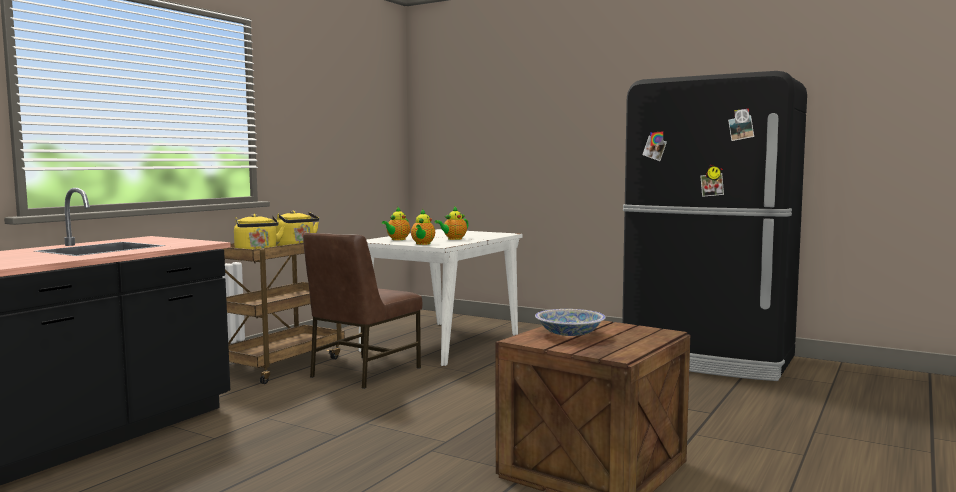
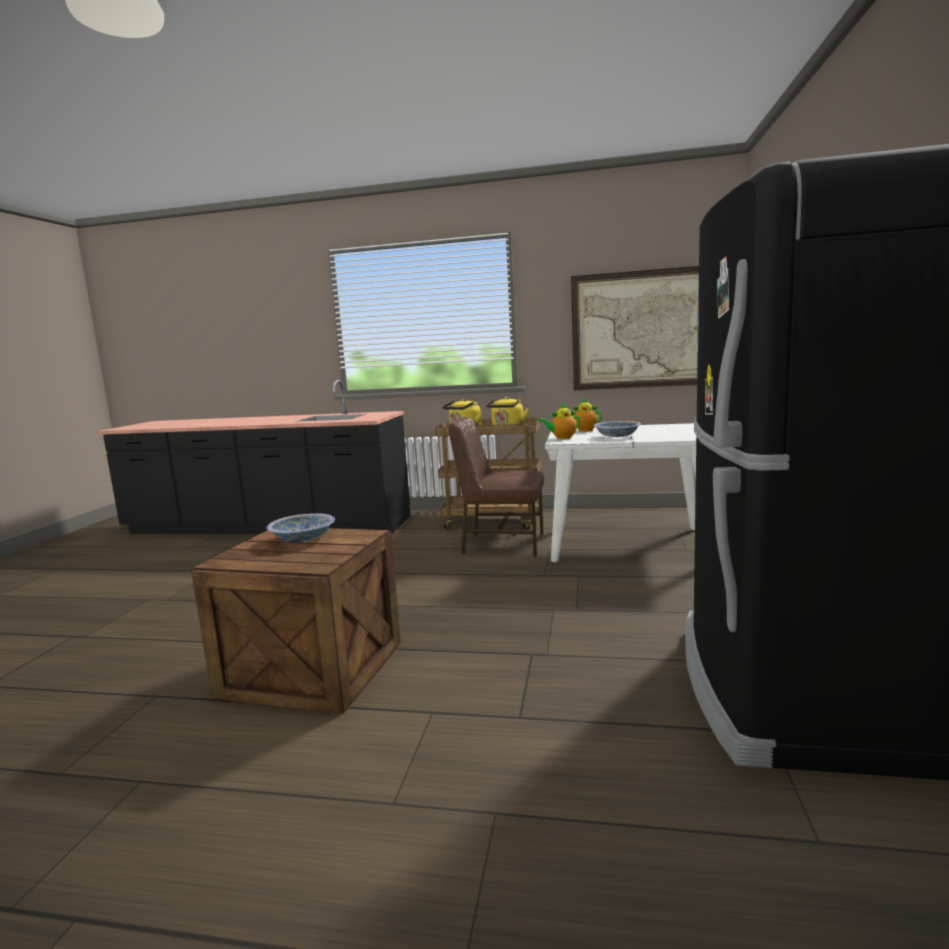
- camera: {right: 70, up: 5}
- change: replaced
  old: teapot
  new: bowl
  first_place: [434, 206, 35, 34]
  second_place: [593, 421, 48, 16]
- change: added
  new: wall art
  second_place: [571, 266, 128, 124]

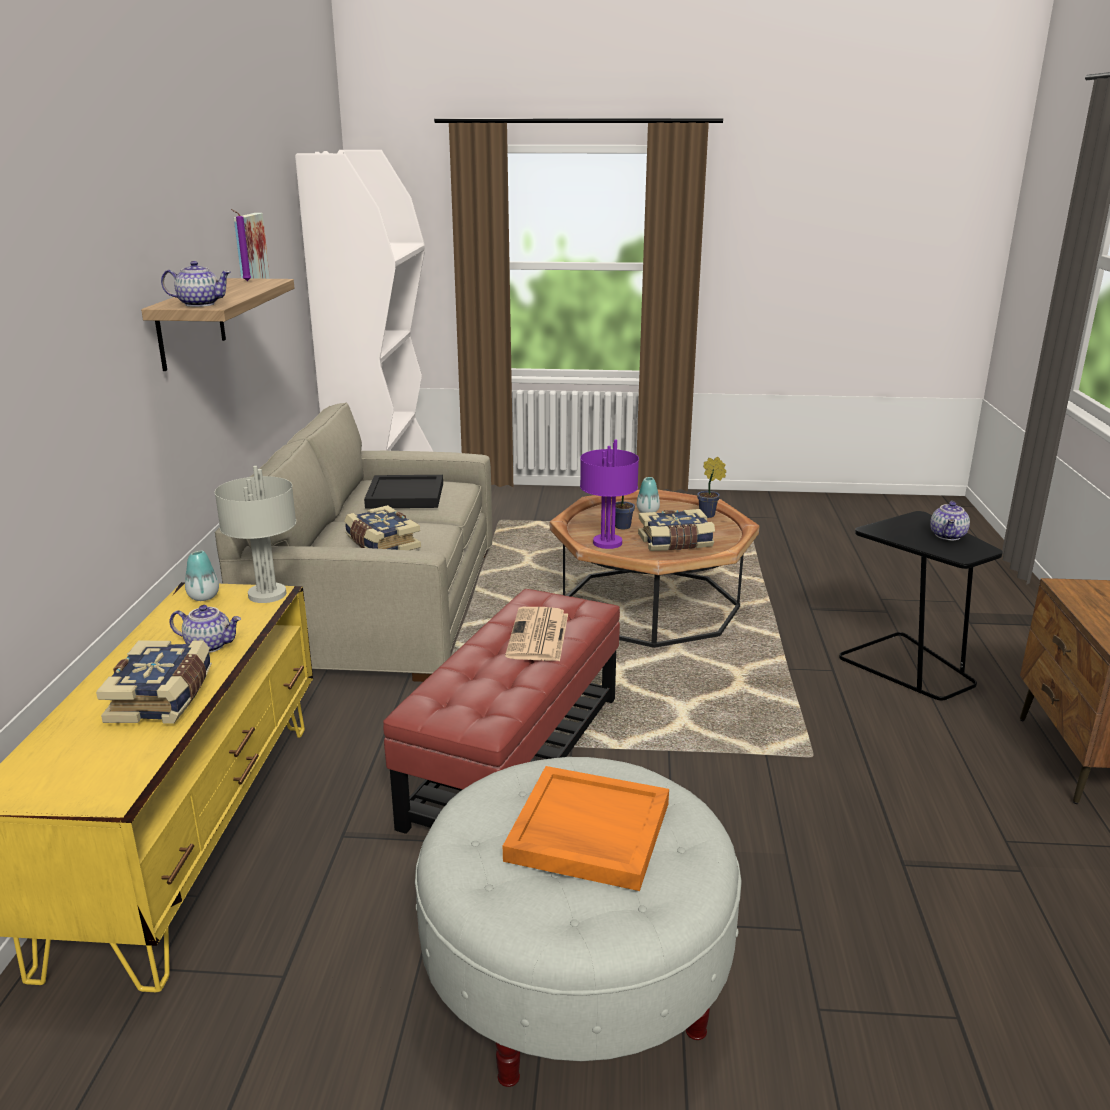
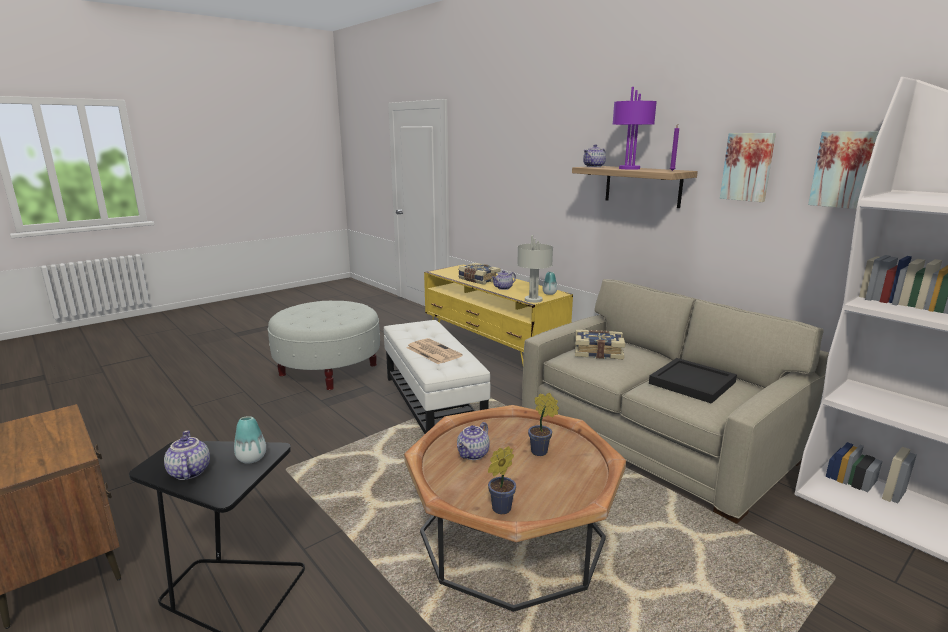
- camera: {right: 135, up: -5}
- change: recoloured
  old: ottoman/red-coloured
  new: ottoman/white
  first_place: [383, 589, 237, 245]
  second_place: [384, 320, 107, 114]
- change: removed
  old: tray/orange-coloured
  first_place: [503, 766, 166, 125]
- change: moved
  old: tabletop lamp/purple
  first_place: [580, 439, 59, 110]
  second_place: [612, 87, 45, 83]
- change: moved
  old: flower vase
  first_place: [637, 477, 23, 36]
  second_place: [234, 416, 32, 48]
- change: replaced
  old: volume
  new: teapot
  first_place: [638, 509, 77, 42]
  second_place: [457, 422, 33, 38]
- change: added
  new: wall art
  second_place: [808, 131, 71, 78]

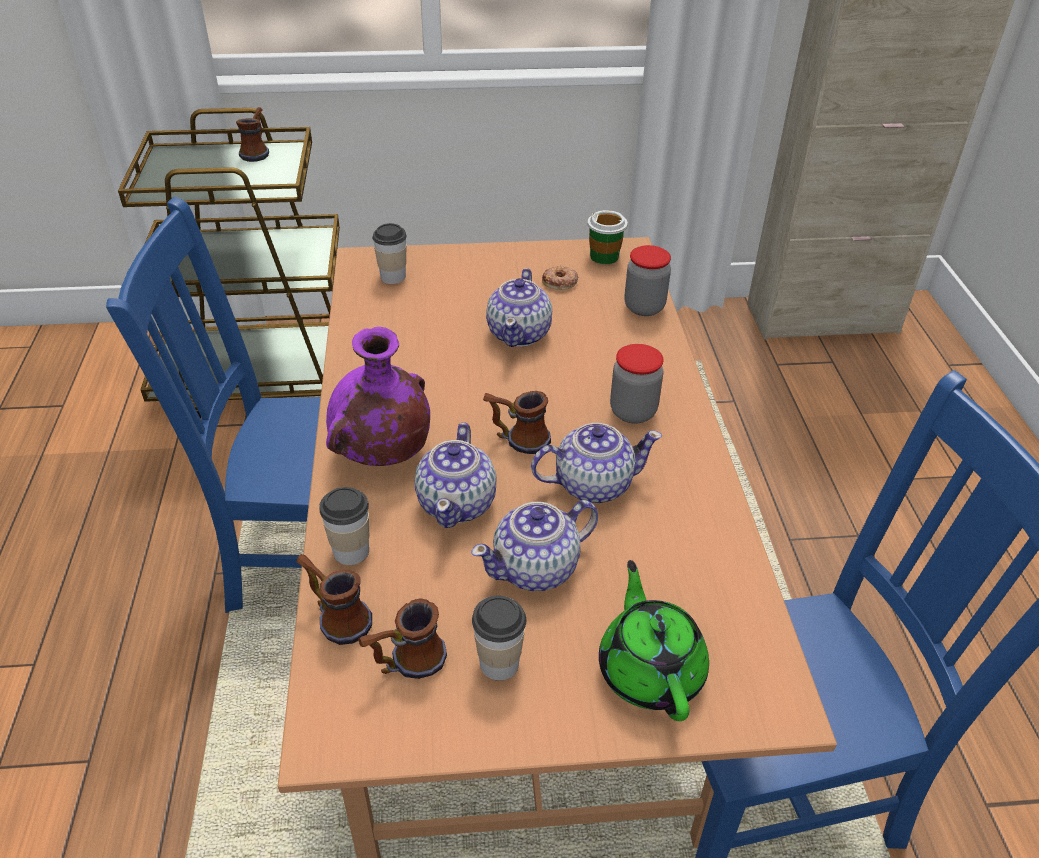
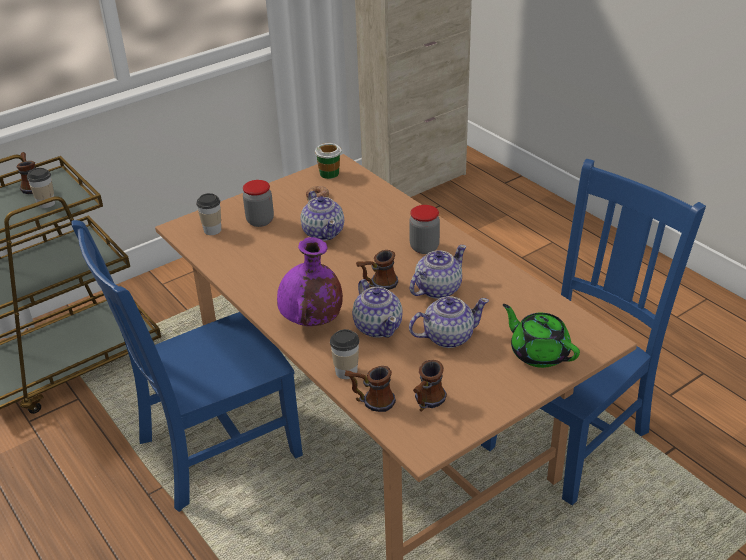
- camera: {right: -30, up: -5}
- change: turned
  old: teapot
  first_place: [471, 500, 127, 91]
  second_place: [409, 296, 80, 52]
  degrees: -135
- change: moved
  old: drinking cup
  first_place: [472, 596, 54, 85]
  second_place: [27, 168, 28, 40]
- change: moved
  old: preserve jar
  first_place: [624, 245, 47, 71]
  second_place: [243, 180, 31, 47]

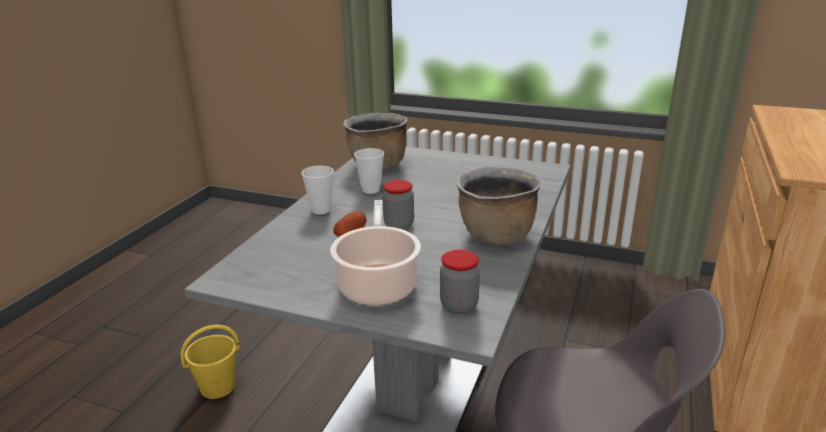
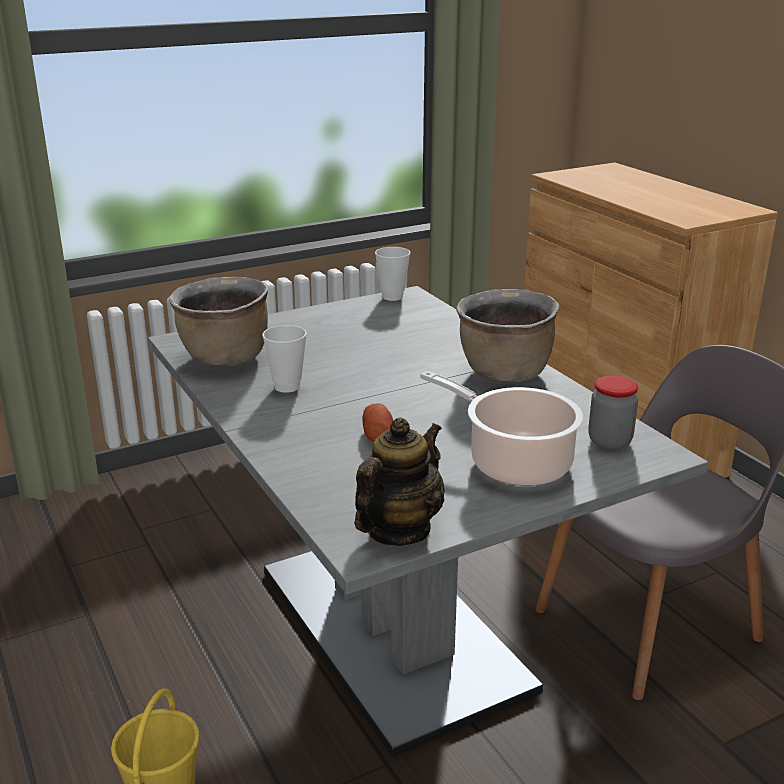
- camera: {right: -50, up: 0}
- change: moved
  old: drinking cup
  first_place: [301, 166, 33, 48]
  second_place: [375, 247, 36, 54]
- change: removed
  old: preserve jar
  first_place: [382, 180, 32, 50]
- change: added
  new: teapot
  second_place: [354, 417, 91, 129]

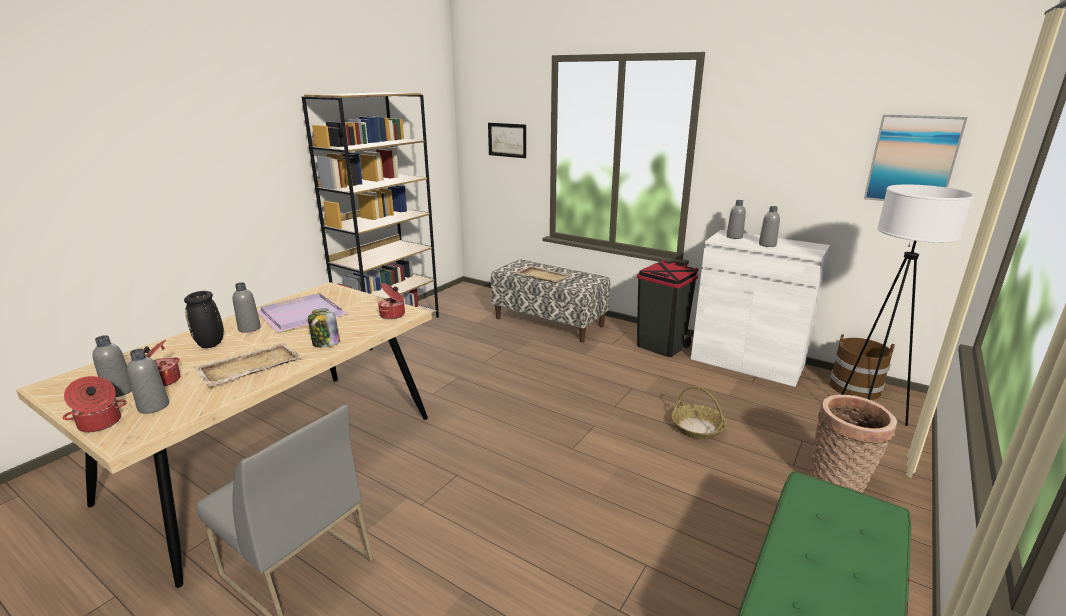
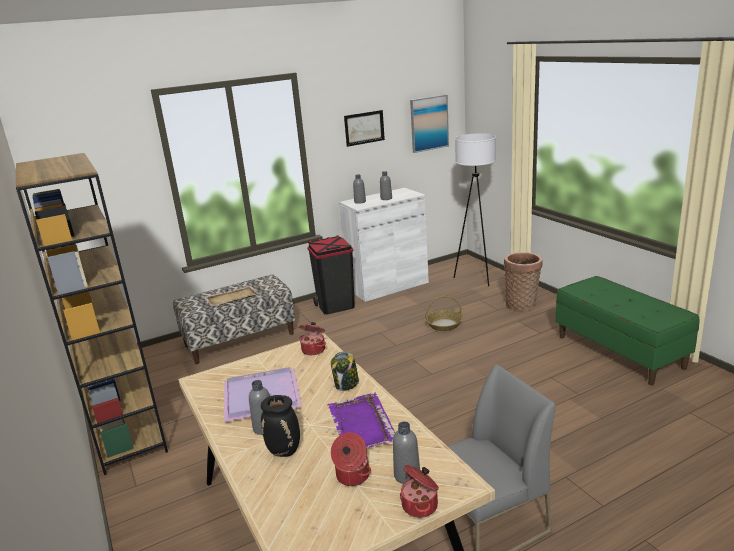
- camera: {right: -60, up: 0}
- change: removed
  old: bottle/gray
  first_place: [93, 335, 39, 62]
- change: recoloured
  old: tray/sand-coloured
  new: tray/purple
  first_place: [194, 342, 107, 45]
  second_place: [328, 393, 68, 55]
- change: moved
  old: wall art
  first_place: [488, 123, 38, 35]
  second_place: [344, 110, 41, 37]
- change: removed
  old: water bucket/brown-coloured
  first_place: [830, 334, 65, 66]

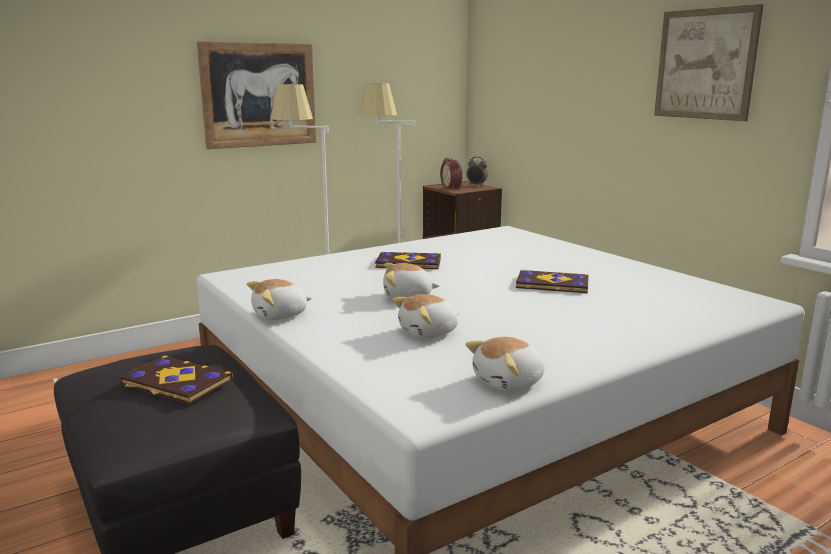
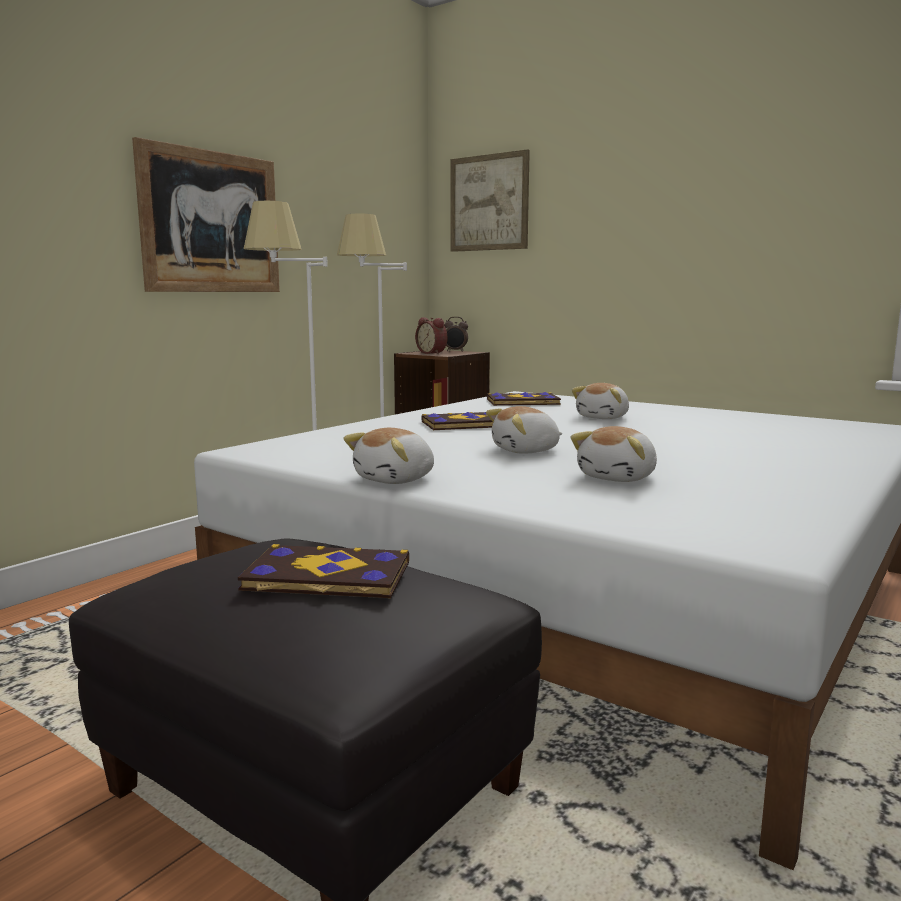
- camera: {right: -20, up: -5}
- change: moved
  old: soft toy
  first_place: [465, 337, 80, 55]
  second_place: [572, 383, 57, 36]
- change: moved
  old: volume
  first_place: [516, 270, 73, 23]
  second_place: [487, 392, 74, 14]
- change: moved
  old: wall art
  first_place: [654, 4, 110, 117]
  second_place: [451, 149, 79, 103]

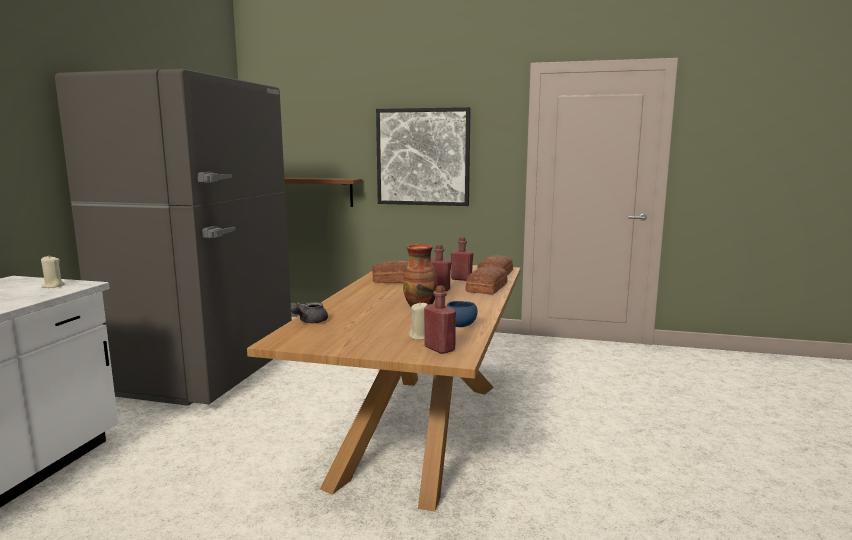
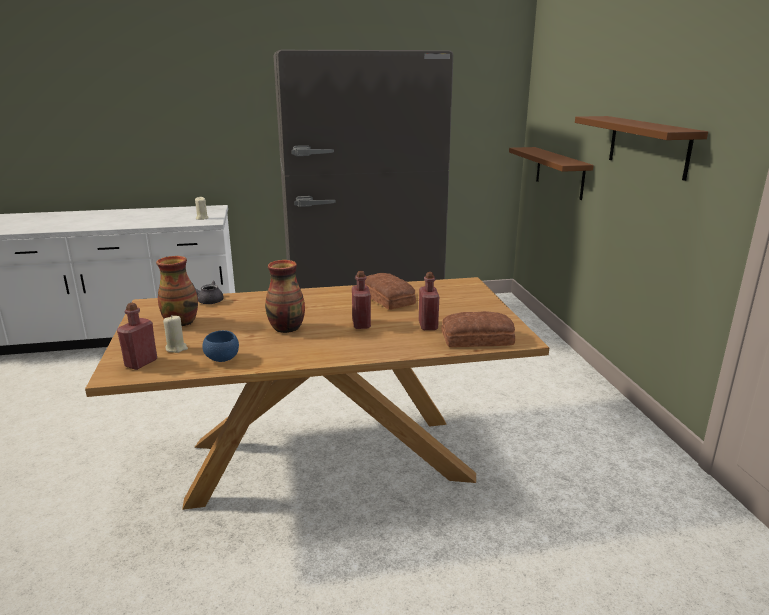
- camera: {right: 65, up: 10}
- change: replaced
  old: wall art
  new: bracket shelf/brown-coloured
  first_place: [376, 107, 95, 99]
  second_place: [575, 116, 133, 65]
- change: removed
  old: baked bread
  first_place: [465, 266, 42, 29]
- change: added
  new: flower vase
  second_place: [156, 256, 42, 71]

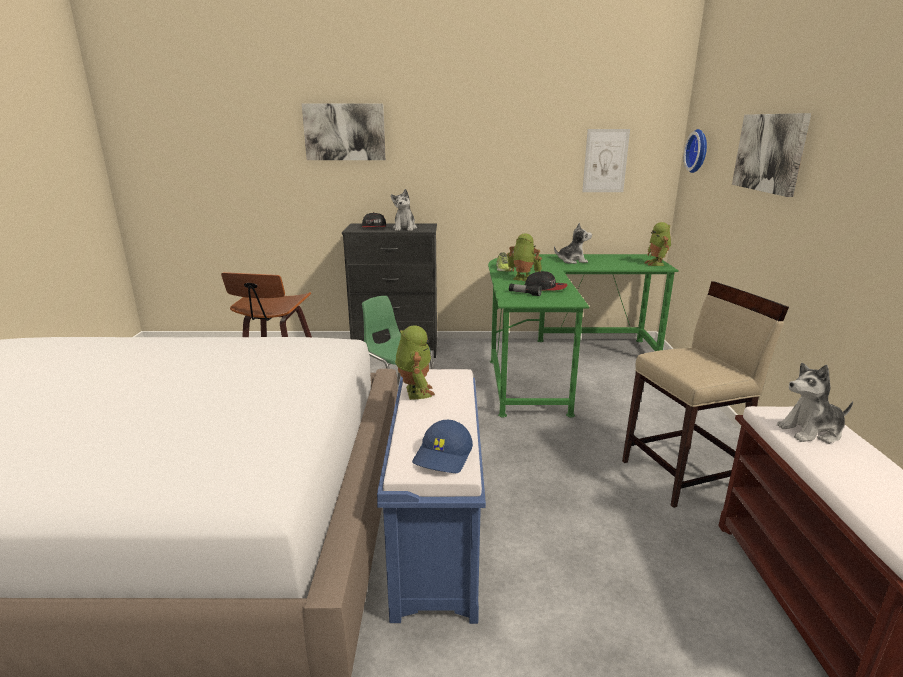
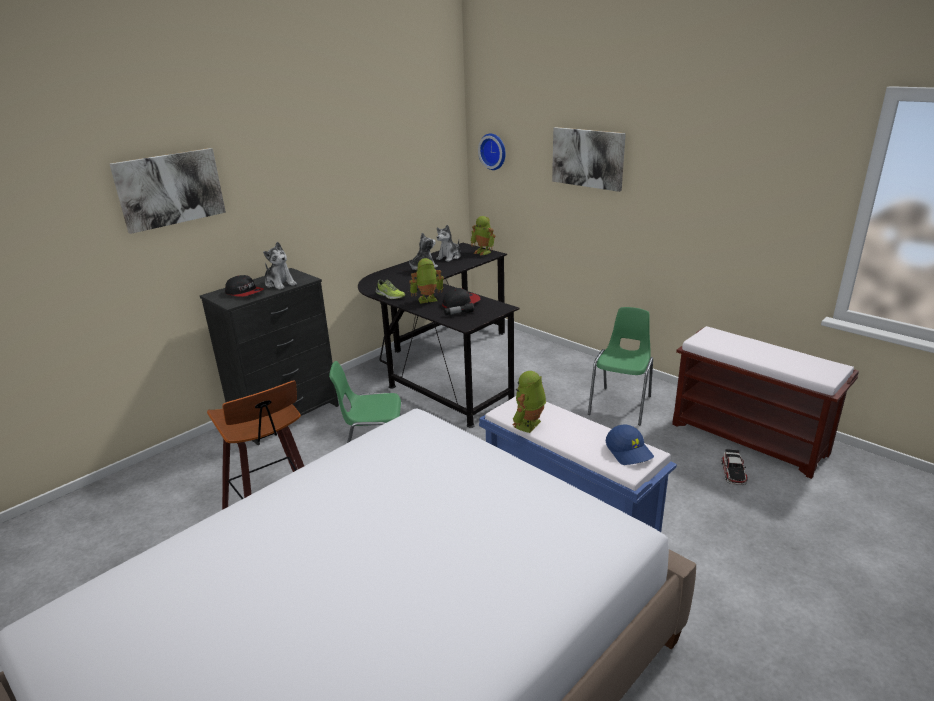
- camera: {right: -45, up: 5}
- change: turned
  old: robot figure
  first_place: [395, 325, 40, 75]
  second_place: [512, 371, 34, 62]
  degrees: -90
- change: recoloured
  old: desk unit/green
  new: desk unit/black-coloured
  first_place: [488, 254, 191, 164]
  second_place: [358, 243, 161, 185]
- change: removed
  old: wall art
  first_place: [582, 129, 48, 63]
- change: replaced
  old: sitting stool/sand-coloured
  new: upright chair/green
  first_place: [622, 281, 167, 227]
  second_place: [588, 307, 65, 119]
- change: moved
  old: soft toy
  first_place: [777, 363, 76, 81]
  second_place: [436, 225, 25, 37]
- change: added
  new: toy car
  second_place: [721, 449, 27, 36]

